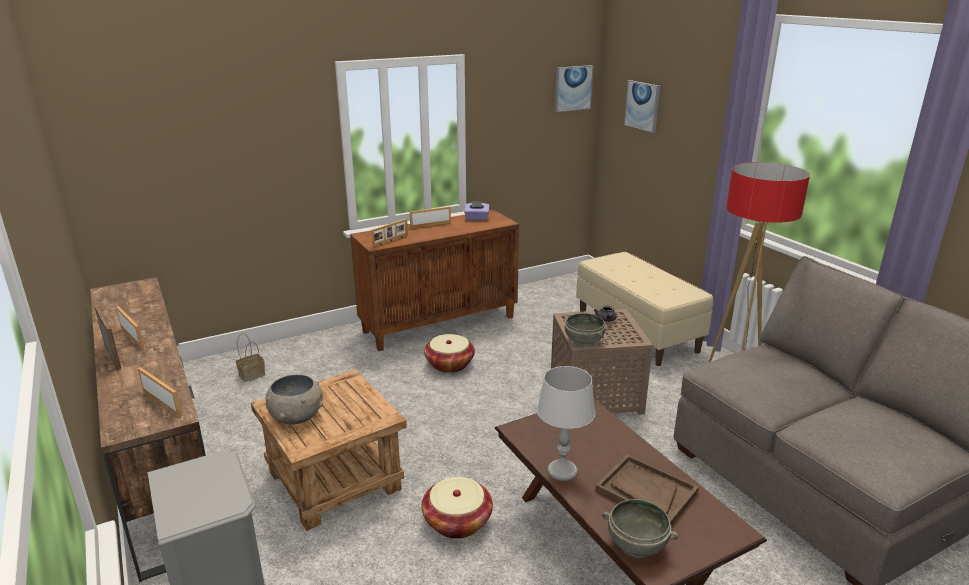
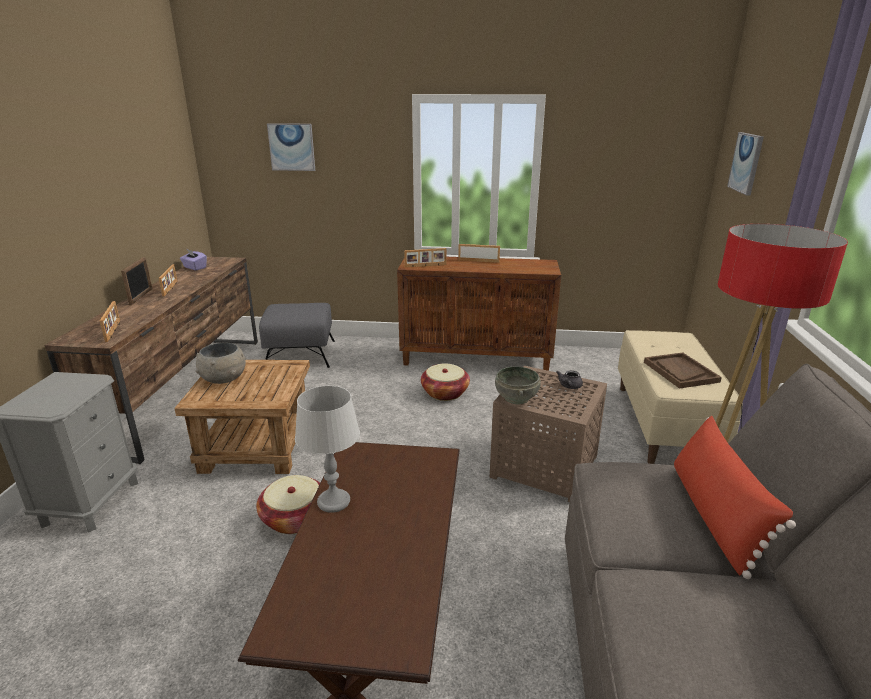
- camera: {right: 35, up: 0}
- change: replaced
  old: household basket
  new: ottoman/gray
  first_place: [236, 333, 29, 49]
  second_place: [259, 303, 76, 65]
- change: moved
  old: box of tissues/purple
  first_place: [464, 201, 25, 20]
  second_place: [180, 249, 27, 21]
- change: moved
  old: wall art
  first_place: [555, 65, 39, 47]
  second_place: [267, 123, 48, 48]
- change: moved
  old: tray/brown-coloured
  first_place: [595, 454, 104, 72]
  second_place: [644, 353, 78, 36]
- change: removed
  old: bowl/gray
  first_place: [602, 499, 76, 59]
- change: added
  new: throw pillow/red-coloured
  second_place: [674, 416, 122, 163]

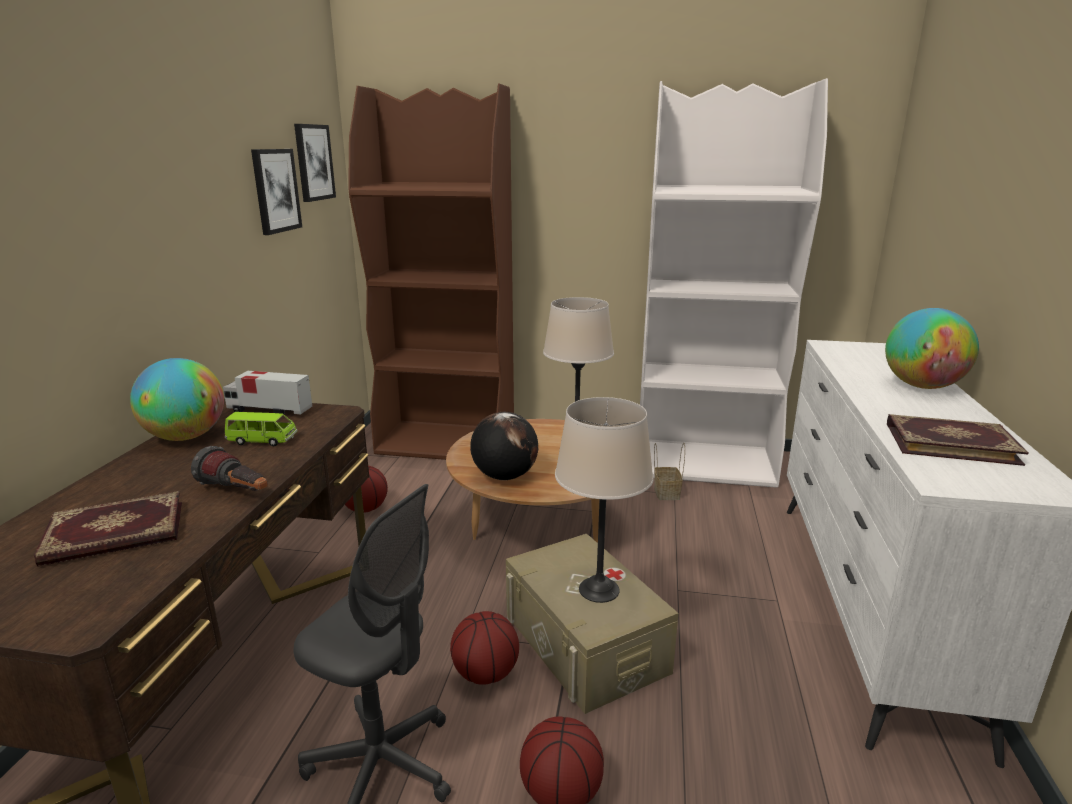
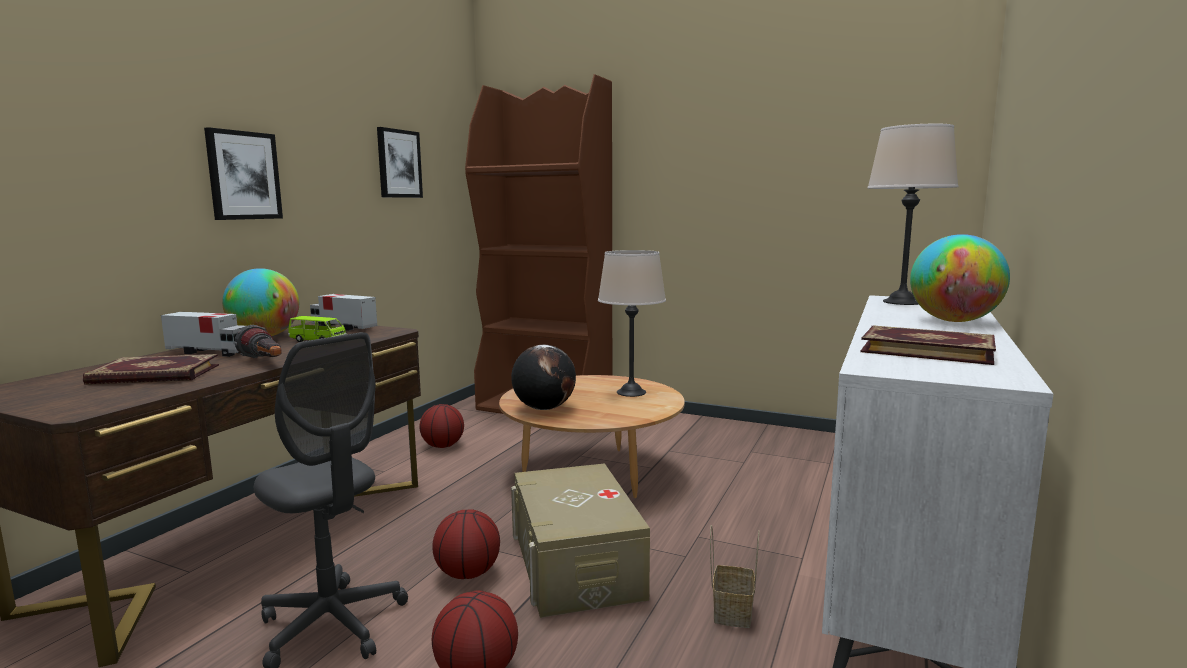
- camera: {right: 15, up: -10}
- change: moved
  old: wall art
  first_place: [294, 124, 42, 78]
  second_place: [204, 127, 79, 93]
- change: moved
  old: tabletop lamp/sand-coloured
  first_place: [555, 397, 99, 206]
  second_place: [867, 124, 92, 181]
- change: removed
  old: shelving unit/white
  first_place: [640, 78, 188, 410]
- change: moved
  old: household basket
  first_place: [654, 443, 31, 57]
  second_place: [710, 525, 49, 103]
- change: added
  new: model truck
  second_place: [161, 312, 84, 45]

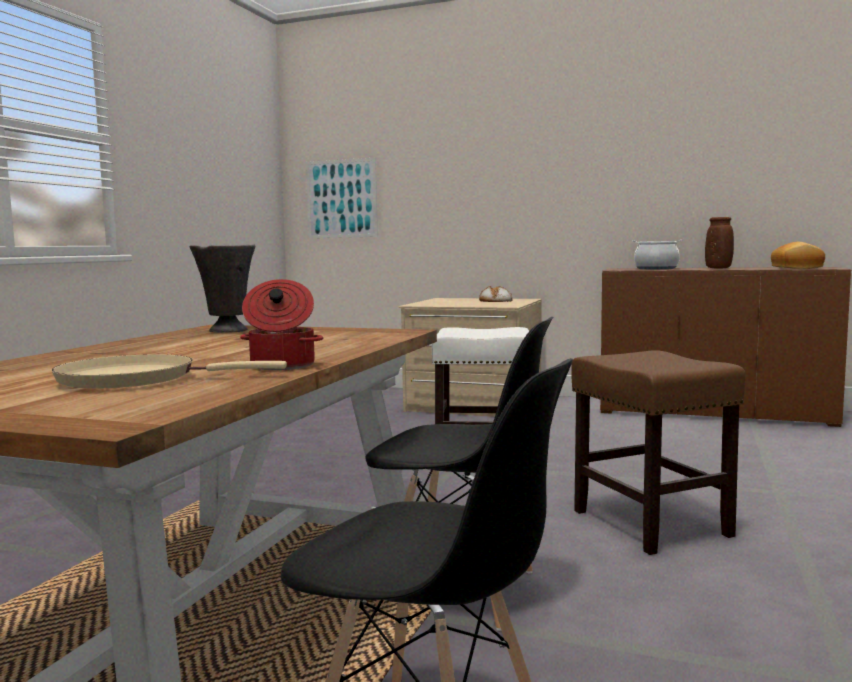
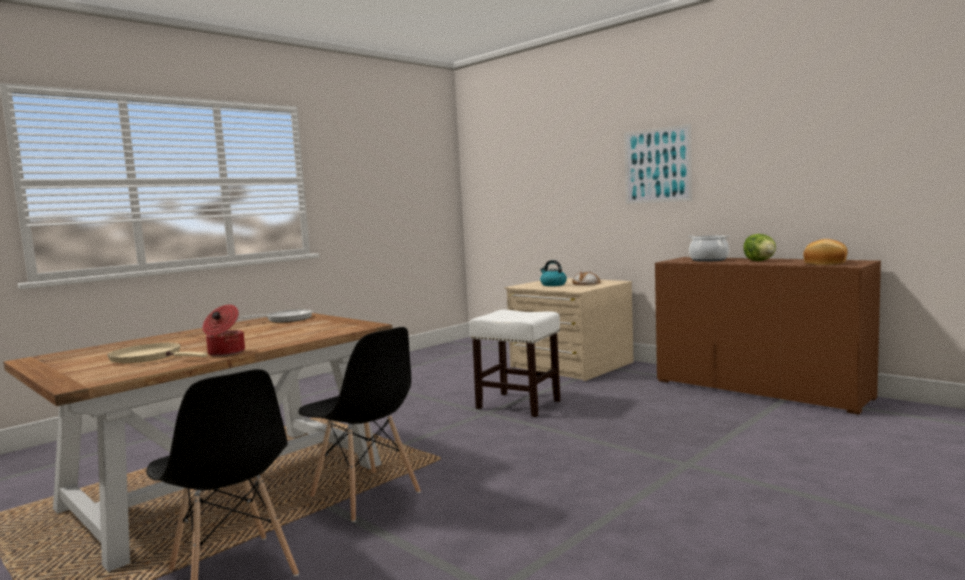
- camera: {right: 25, up: 0}
- change: replaced
  old: flower vase/gray
  new: pan
  first_place: [189, 245, 66, 88]
  second_place: [241, 309, 72, 13]
- change: moved
  old: wall art
  first_place: [306, 158, 72, 80]
  second_place: [624, 124, 68, 80]
- change: removed
  old: sitting stool/brown-coloured
  first_place: [571, 350, 174, 205]
- change: replaced
  old: flower vase/brown-coloured
  new: head of lettuce
  first_place: [705, 217, 29, 51]
  second_place: [743, 234, 33, 27]
- change: added
  new: tea kettle
  second_place: [540, 260, 27, 26]

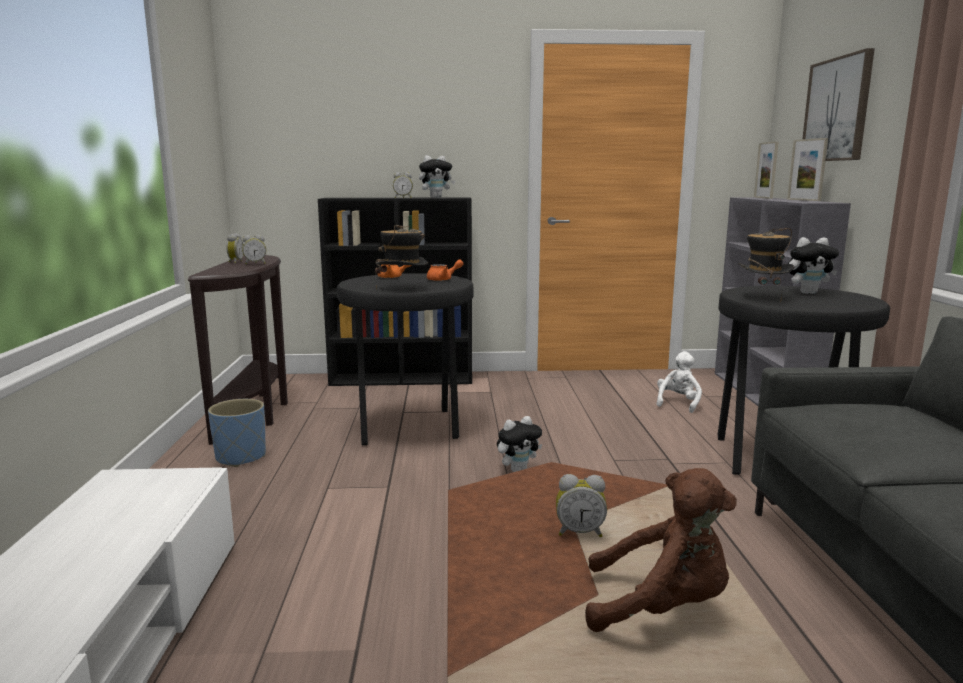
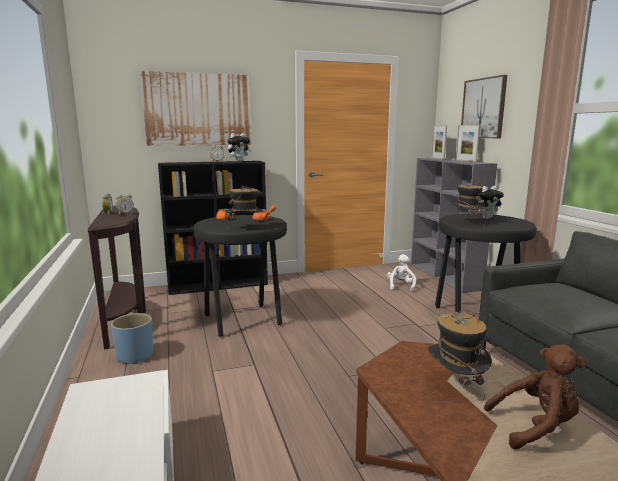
- camera: {right: -15, up: 0}
- change: removed
  old: soft toy
  first_place: [497, 416, 45, 56]
- change: replaced
  old: alarm clock
  new: hat
  first_place: [556, 474, 51, 63]
  second_place: [428, 310, 64, 92]
- change: added
  new: wall art
  second_place: [140, 71, 112, 75]

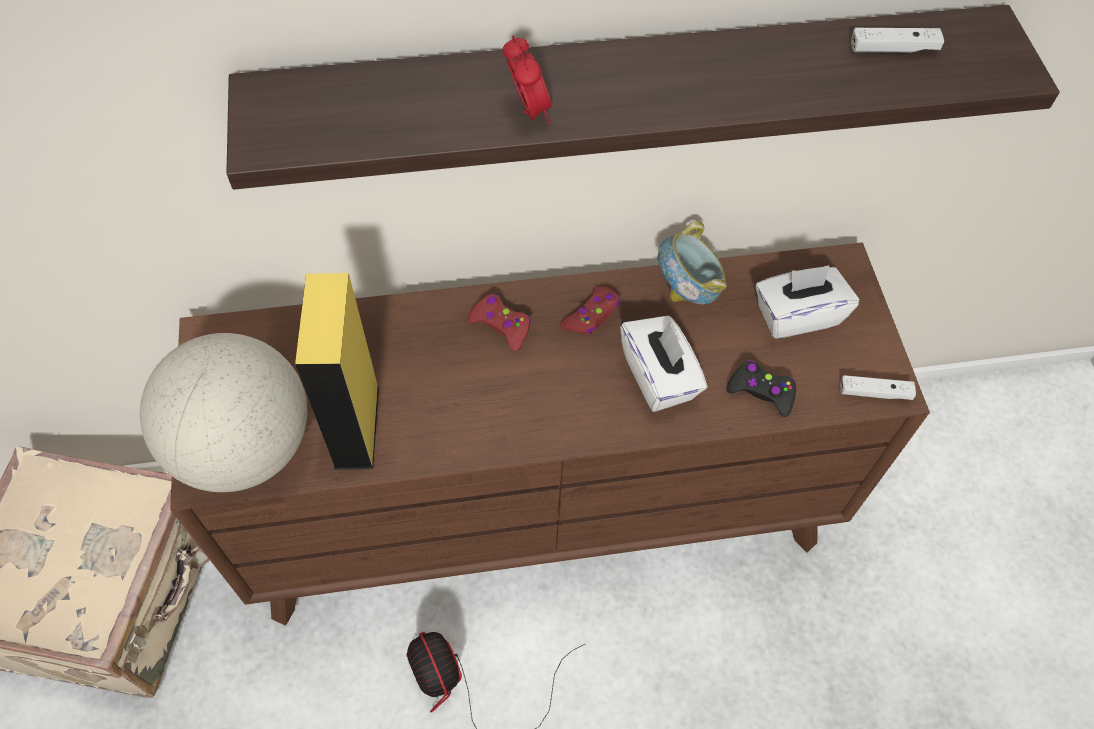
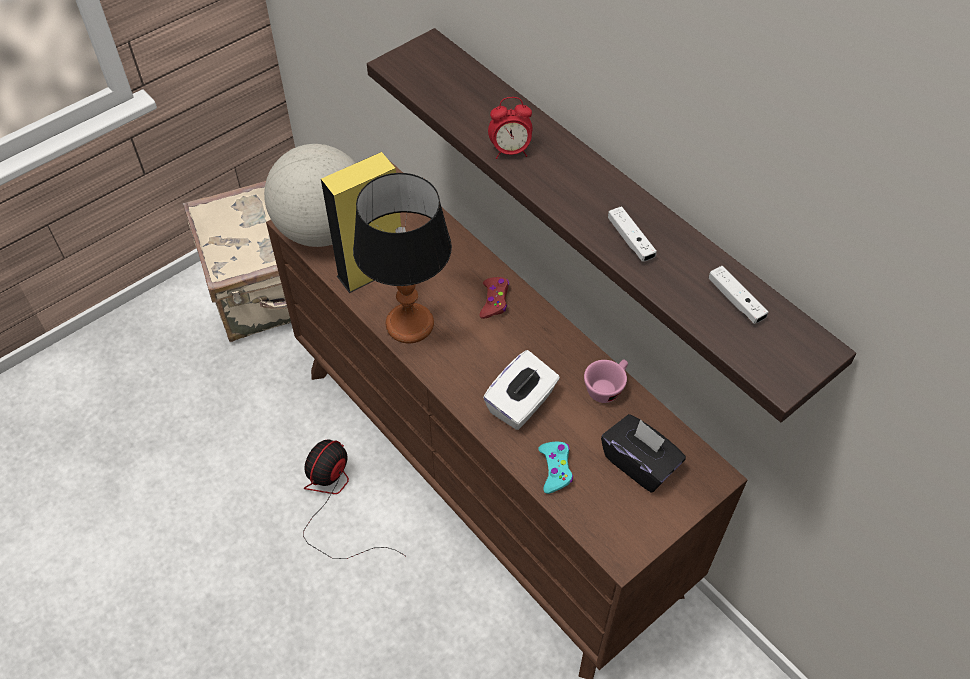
- camera: {right: 60, up: -5}
- change: turned
  old: alarm clock
  first_place: [503, 36, 49, 87]
  second_place: [488, 97, 44, 62]
  degrees: 45
- change: removed
  old: joypad/red-coloured
  first_place: [560, 286, 60, 48]
- change: replaced
  old: bowl
  new: drinking cup/pink-coloured
  first_place: [657, 221, 70, 83]
  second_place: [584, 360, 44, 43]
- change: recoloured
  old: joypad/black-coloured
  new: joypad/blue-green
  first_place: [726, 360, 70, 57]
  second_place: [538, 442, 35, 52]
- change: recoloured
  old: box of tissues/white
  new: box of tissues/black-coloured
  first_place: [755, 265, 104, 74]
  second_place: [601, 414, 85, 78]
- change: moved
  old: joypad/white
  first_place: [840, 375, 76, 25]
  second_place: [608, 206, 49, 56]
- change: added
  new: tabletop lamp
  second_place: [353, 173, 99, 170]

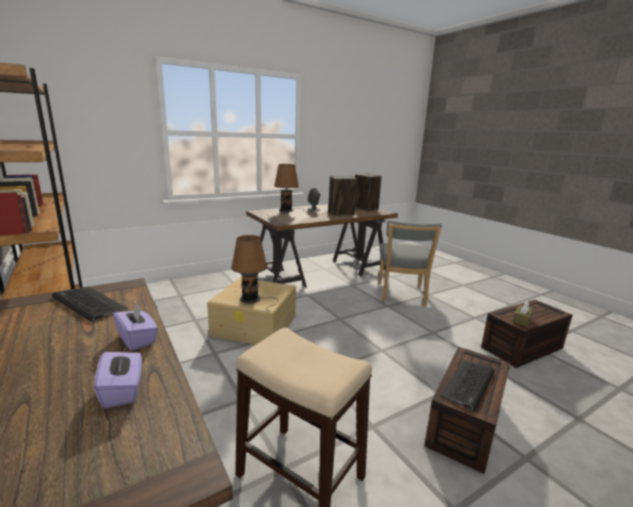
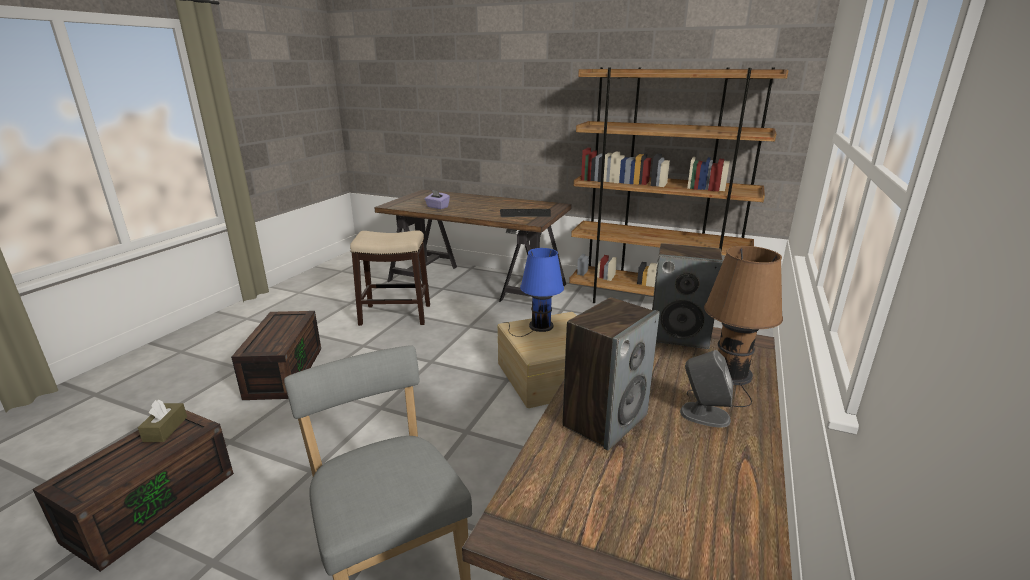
- camera: {right: 145, up: 5}
- change: removed
  old: box of tissues/purple
  first_place: [113, 303, 45, 48]
- change: recoloured
  old: tabletop lamp/brown-coloured
  new: tabletop lamp/blue-coloured
  first_place: [231, 235, 47, 76]
  second_place: [503, 248, 61, 89]
- change: moved
  old: speaker
  first_place: [355, 173, 27, 39]
  second_place: [652, 243, 71, 106]
- change: removed
  old: PC keyboard
  first_place: [440, 361, 55, 50]

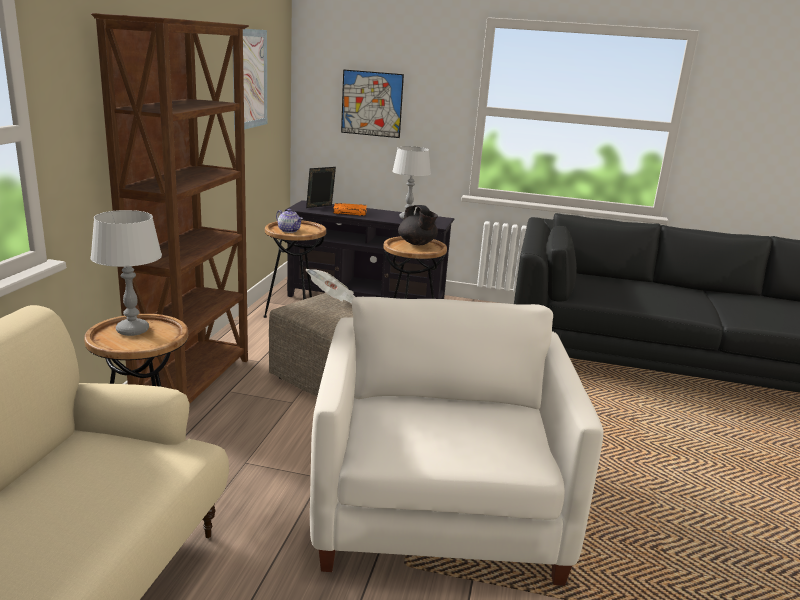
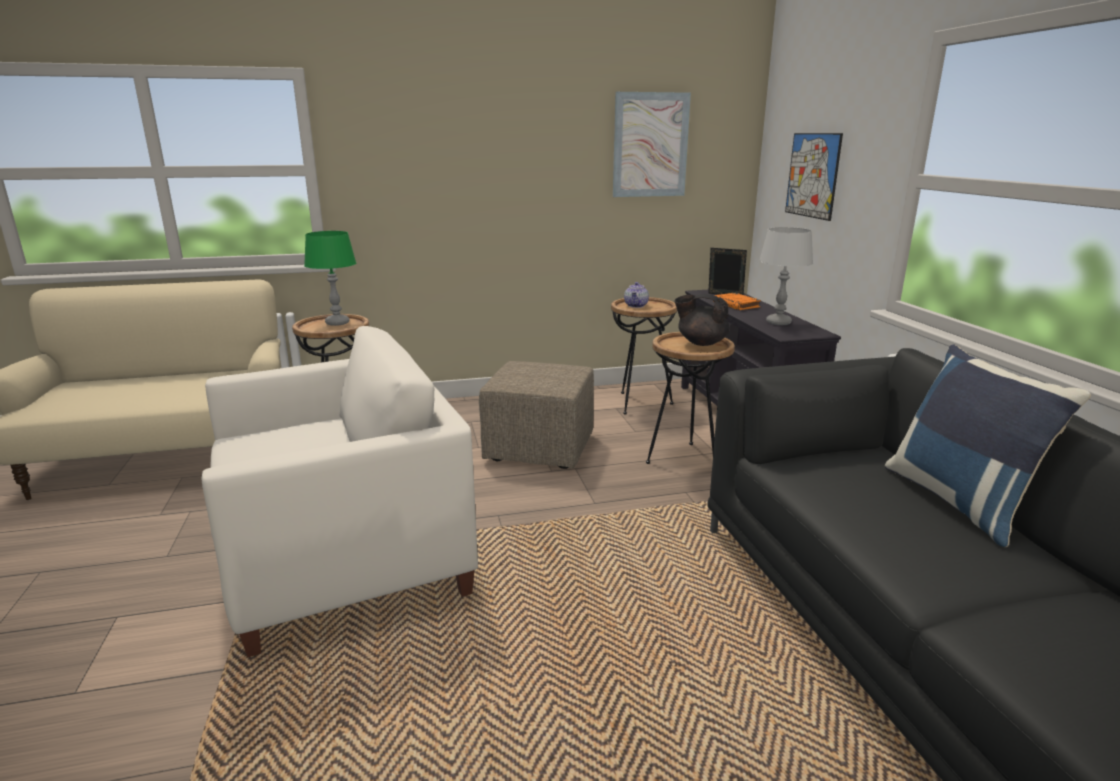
- camera: {right: 65, up: 0}
- change: recoloured
  old: tabletop lamp/gray
  new: tabletop lamp/green
  first_place: [90, 210, 72, 126]
  second_place: [304, 231, 52, 95]
- change: removed
  old: shelving unit/brown-coloured
  first_place: [91, 13, 158, 390]
- change: removed
  old: newspaper
  first_place: [306, 269, 49, 34]
- change: turned
  old: teapot/black-coloured
  first_place: [398, 205, 40, 40]
  second_place: [674, 294, 56, 52]
  degrees: 75
- change: added
  new: throw pillow/blue-coloured
  second_place: [885, 345, 206, 202]

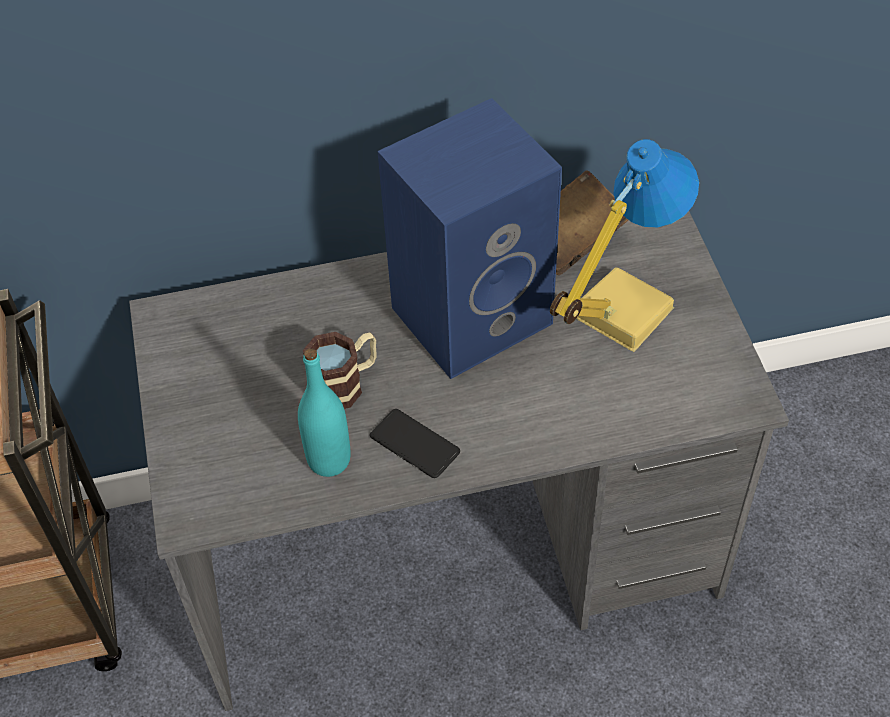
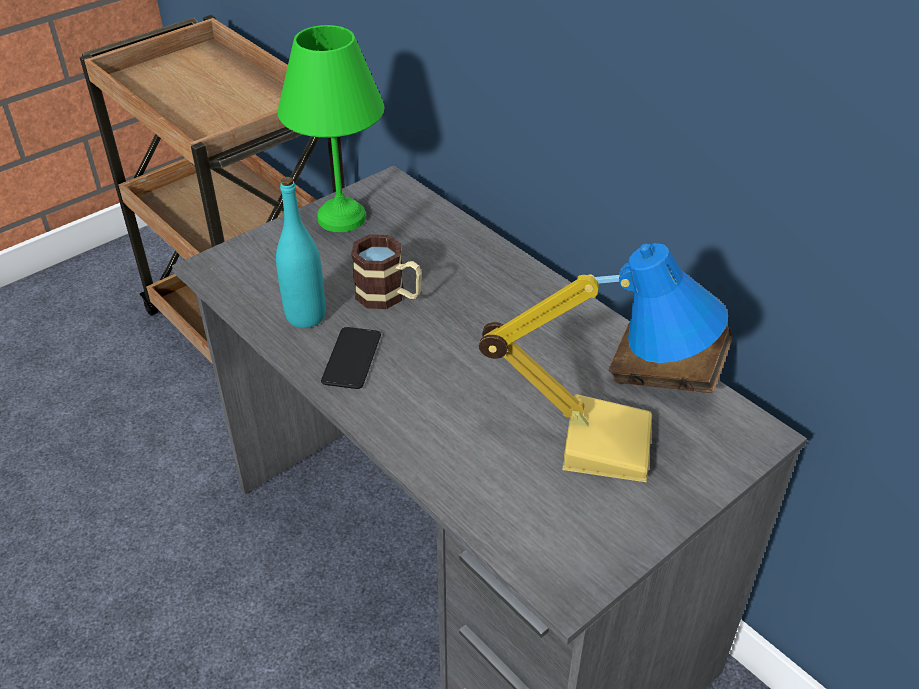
- camera: {right: 60, up: -10}
- change: removed
  old: speaker/blue-coloured
  first_place: [378, 98, 184, 281]
- change: added
  new: tabletop lamp/green
  second_place: [278, 25, 106, 207]

